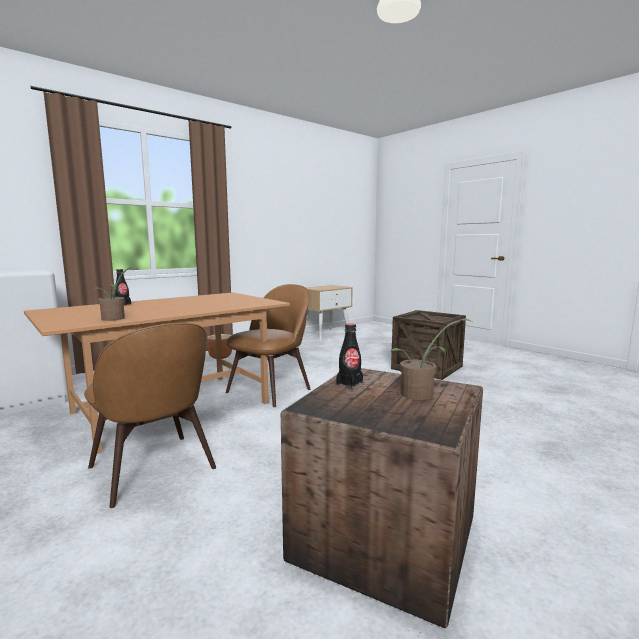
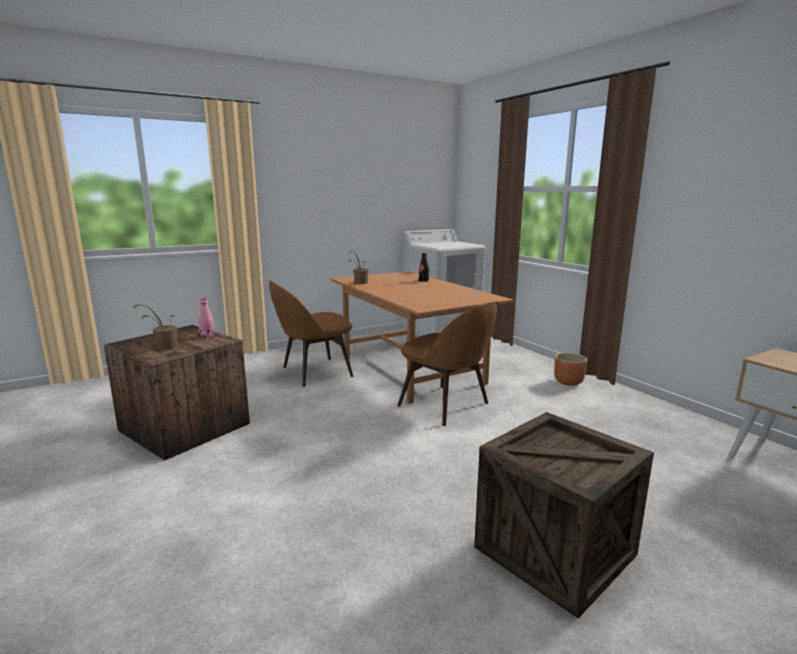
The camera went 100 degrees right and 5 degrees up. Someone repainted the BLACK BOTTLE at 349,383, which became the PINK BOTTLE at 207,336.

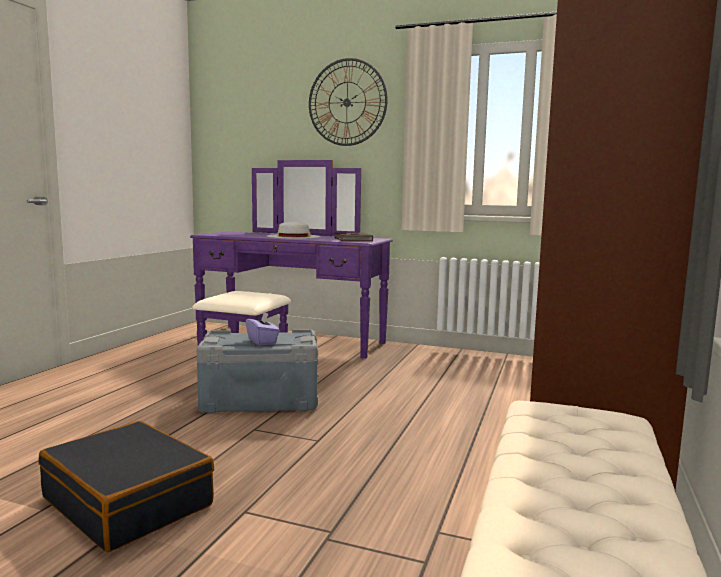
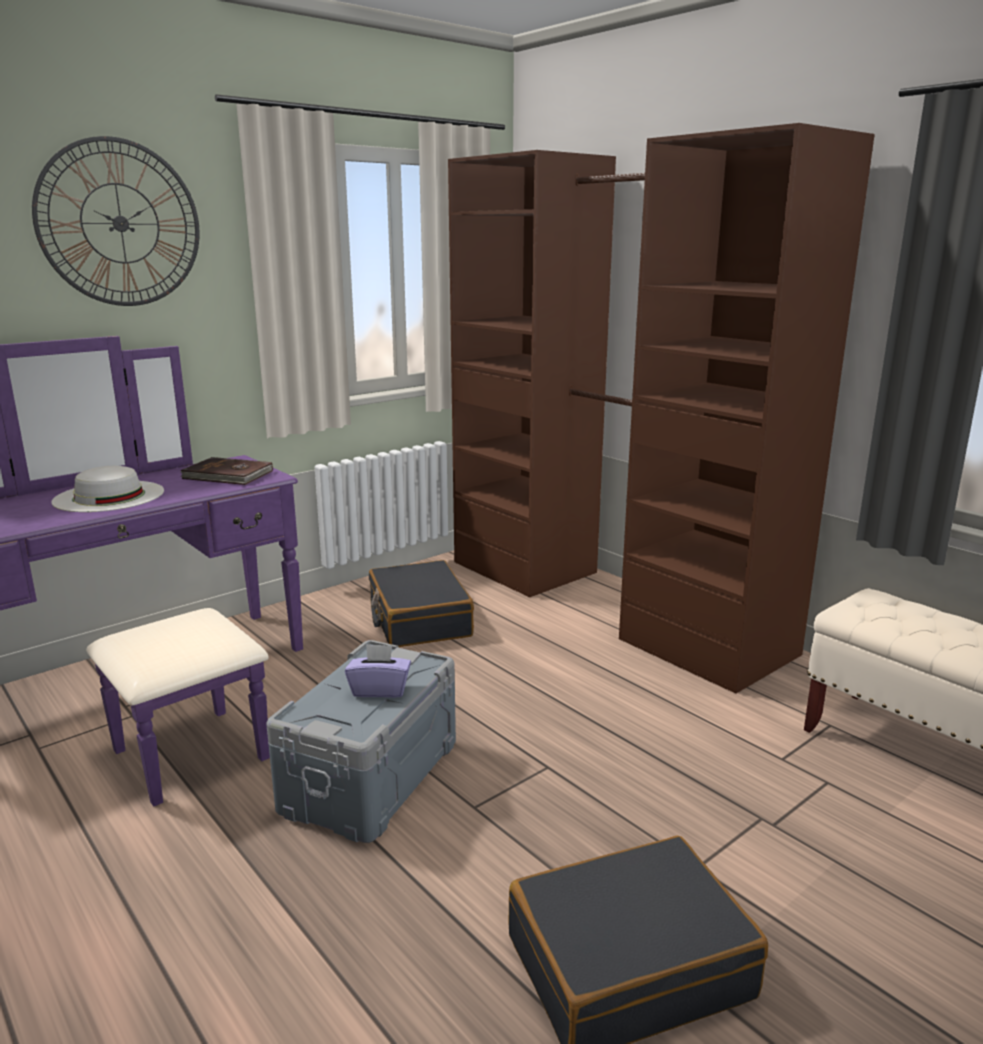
The camera went 60 degrees left and 10 degrees up. Someone put down the BLACK SUITCASE at 419,619.

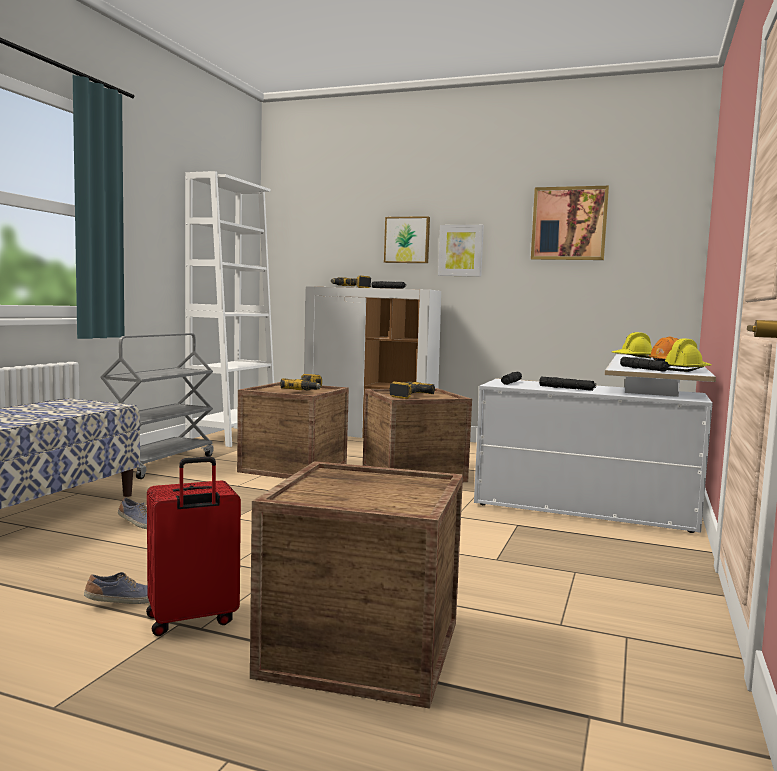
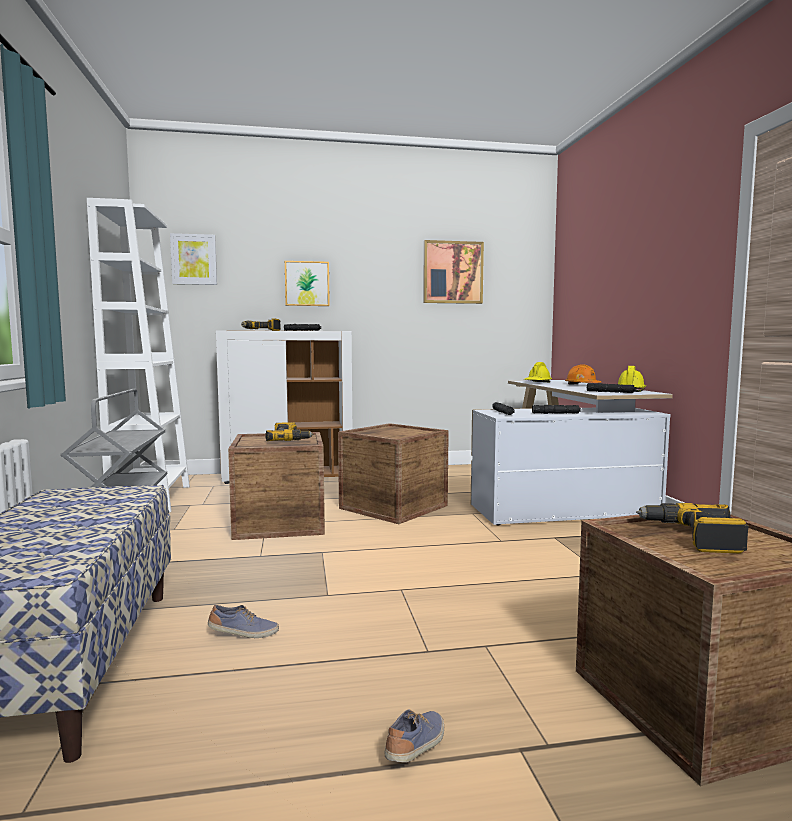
The camera went 30 degrees left and 0 degrees up. Someone took away the RED SUITCASE at 192,620. Someone carried the POWER DRILL from 407,395 to 693,537. Someone carried the PICTURE from 461,250 to 194,259.

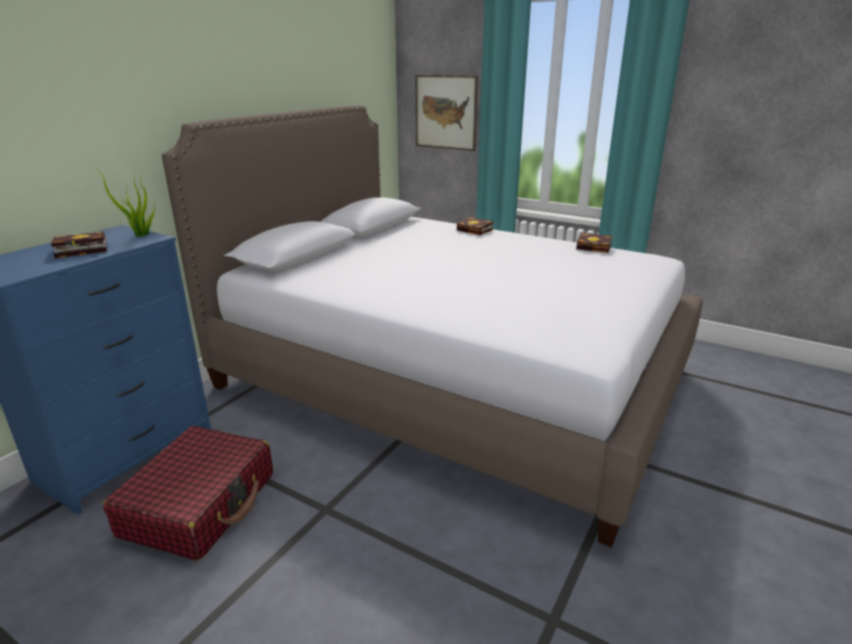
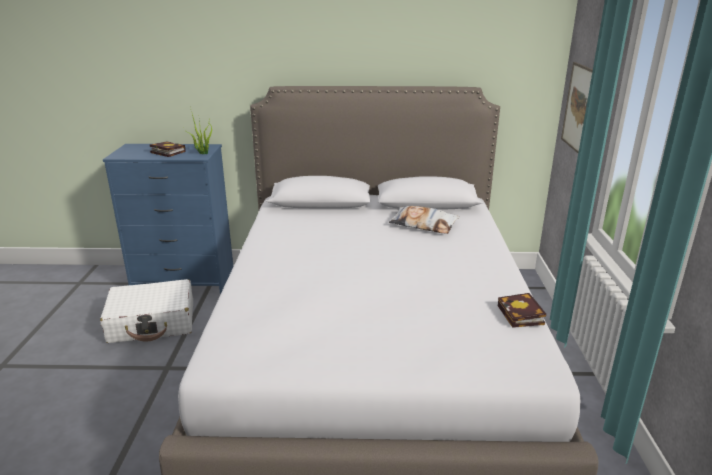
The camera went 60 degrees right and 0 degrees up. Someone took away the BOOK at 476,230. Someone put down the PILLOW at 423,224. Someone repainted the RED SUITCASE at 200,504, which became the WHITE SUITCASE at 152,322.

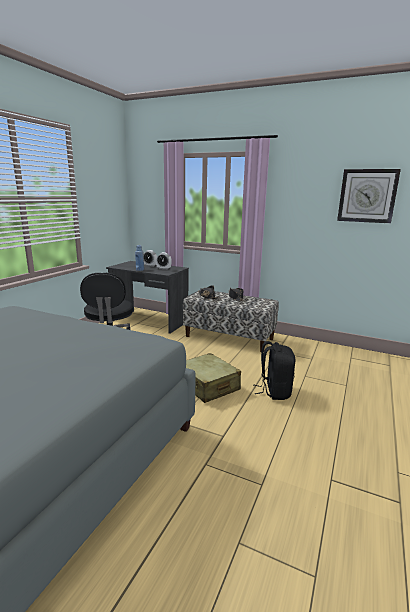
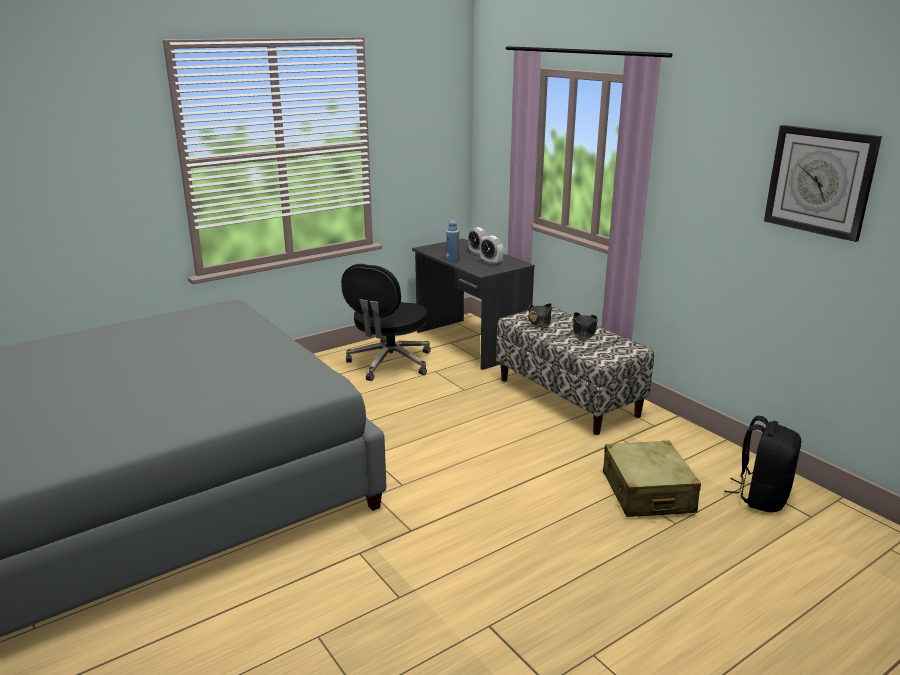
The camera went 30 degrees right and 5 degrees up. Someone carried the BEIGE SUITCASE from 207,386 to 647,492. Someone carried the BLACK BACKPACK from 274,391 to 761,497.

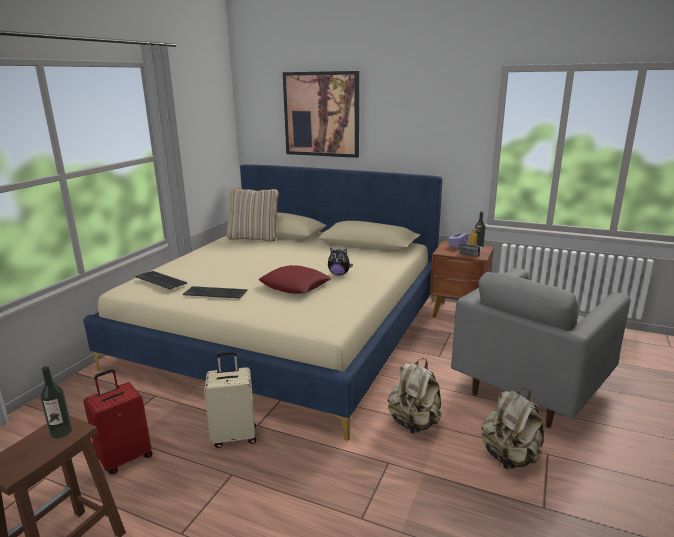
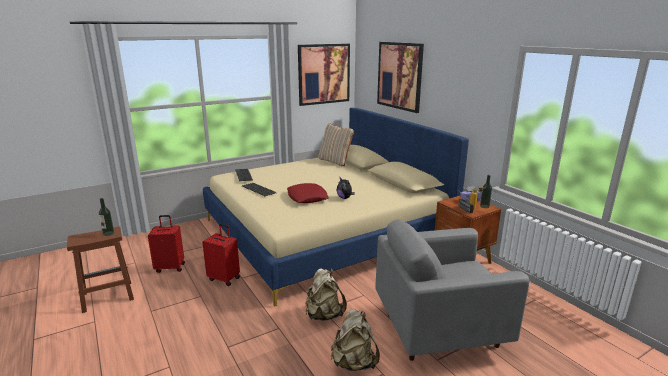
The camera went 35 degrees right and 0 degrees up. Someone put up the PICTURE at 324,74. Someone repainted the BEIGE SUITCASE at 234,436, which became the RED SUITCASE at 224,278.

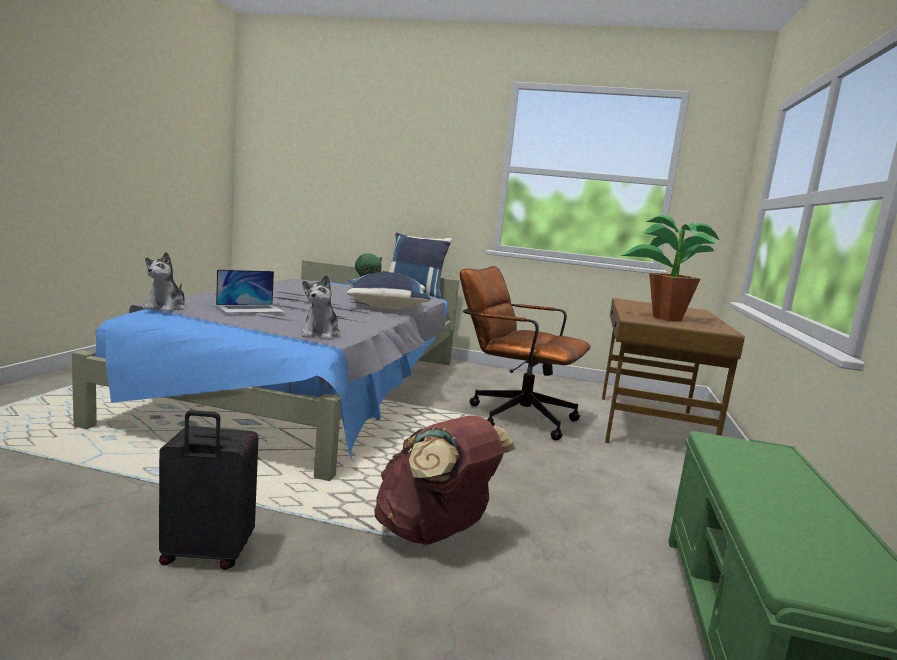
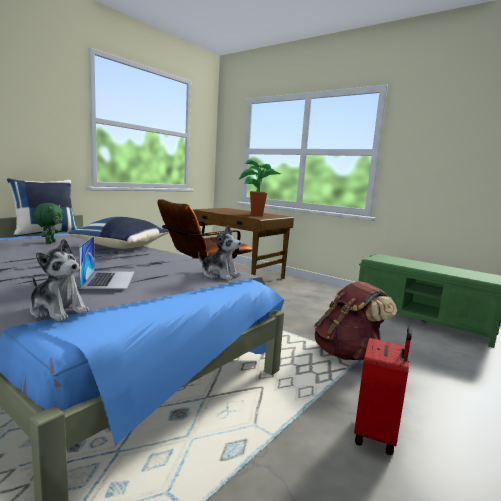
The camera went 65 degrees left and 0 degrees up. Someone repainted the BLACK SUITCASE at 206,555, which became the RED SUITCASE at 377,434.

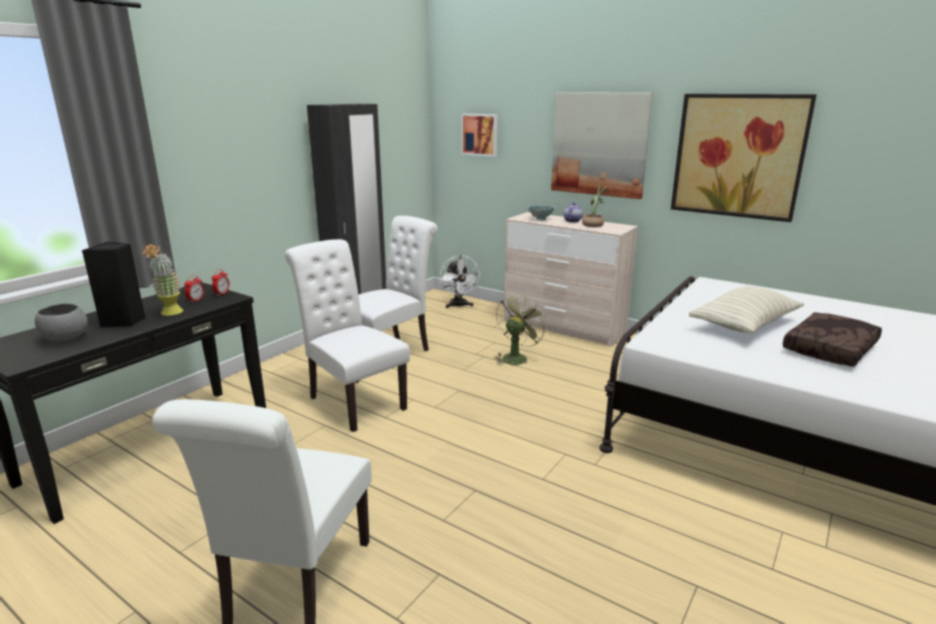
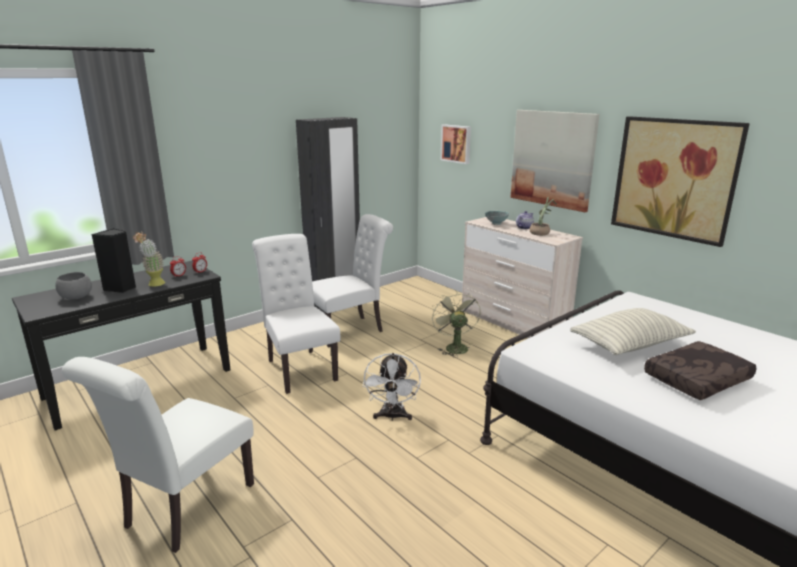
The camera went 15 degrees right and 0 degrees up. Someone carried the WHITE FAN from 459,306 to 392,416. Someone rotated the GREEN FAN at 516,357 by 60 degrees counterclockwise.

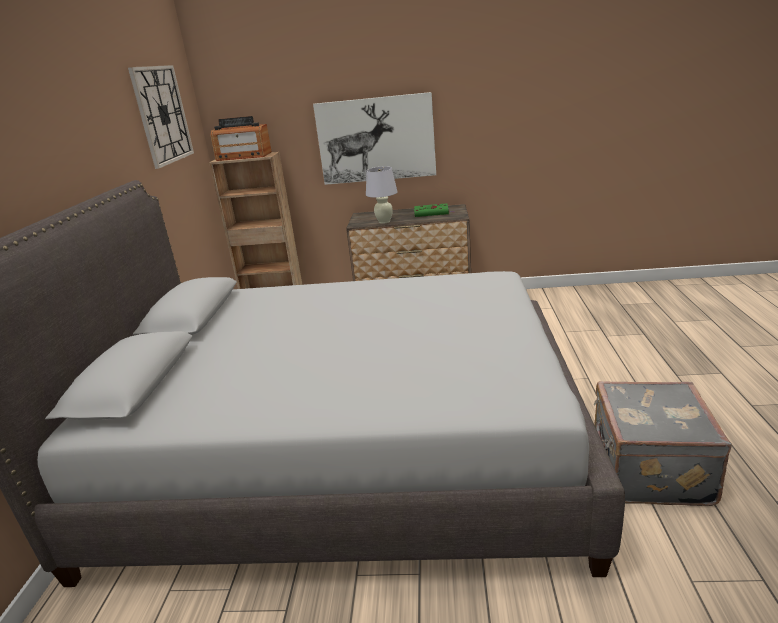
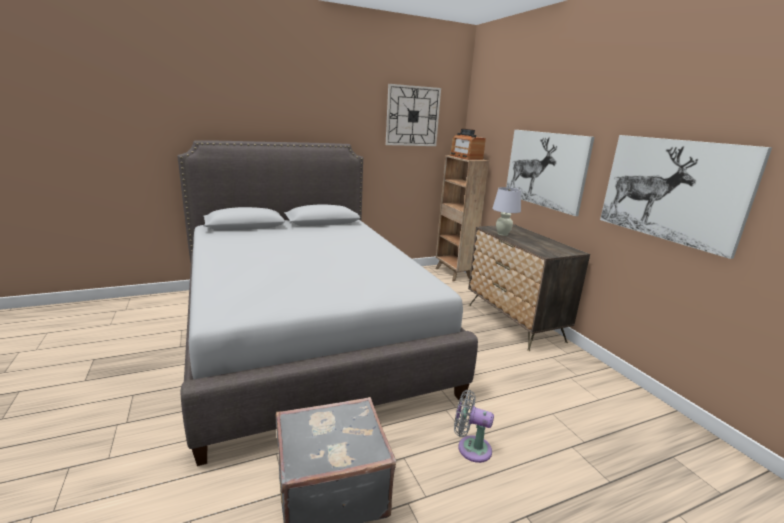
The camera went 60 degrees right and 5 degrees down. Someone took away the GREEN BOOK at 432,213. Someone put down the GREY FAN at 470,448. Someone put up the PICTURE at 672,190.

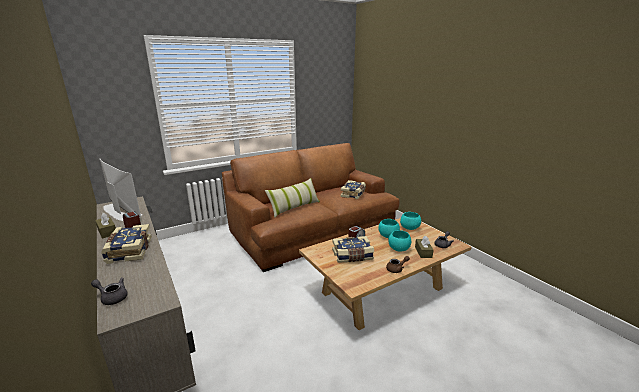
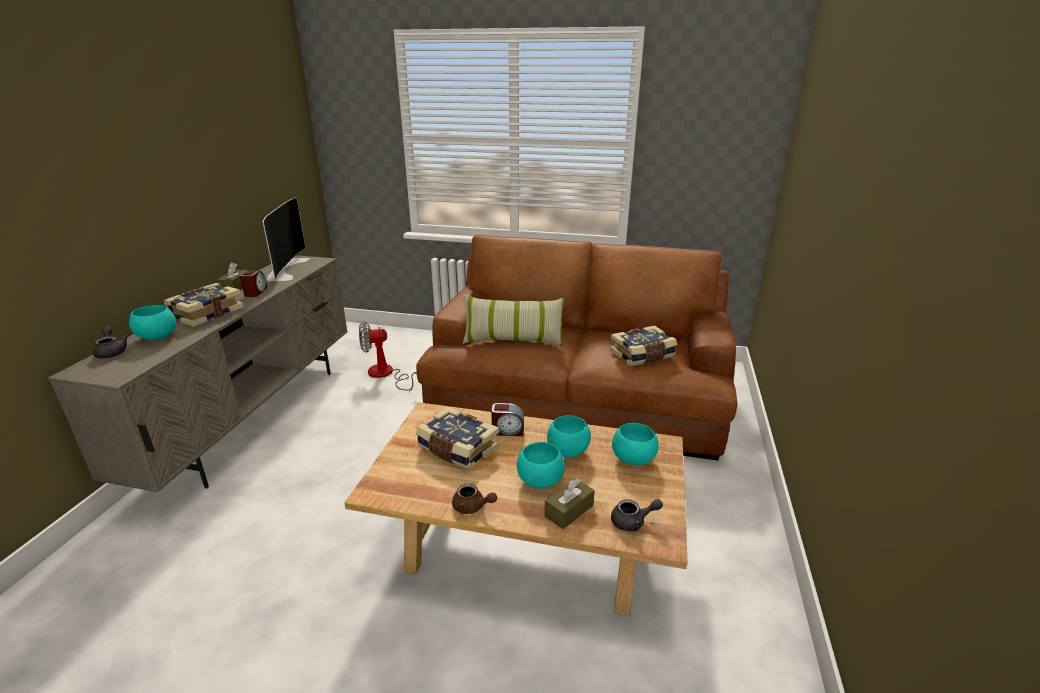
The camera went 45 degrees right and 5 degrees up. Someone put down the TURQUOISE BOWL at 157,338. Someone put down the FAN at 386,374.

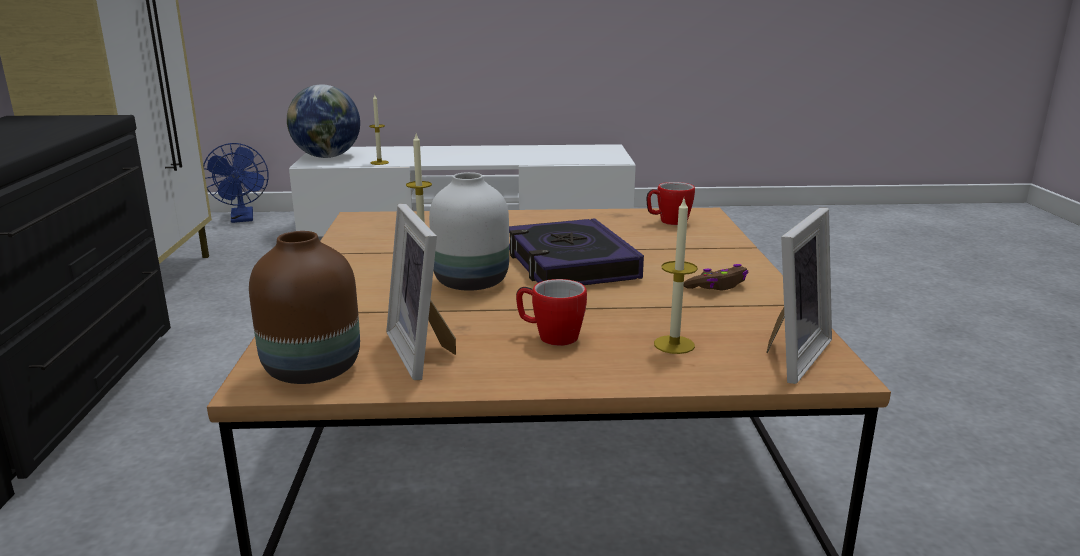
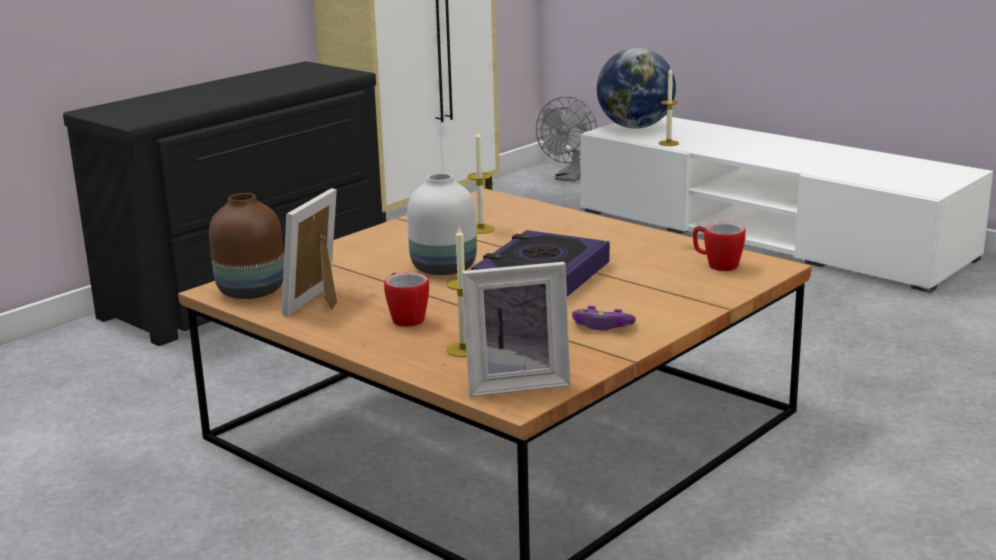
The camera went 45 degrees right and 0 degrees up. Someone repainted the BLUE FAN at 243,219, which became the GREY FAN at 570,178. Someone repainted the BROWN GAME CONTROLLER at 717,286, which became the PURPLE GAME CONTROLLER at 602,326.

